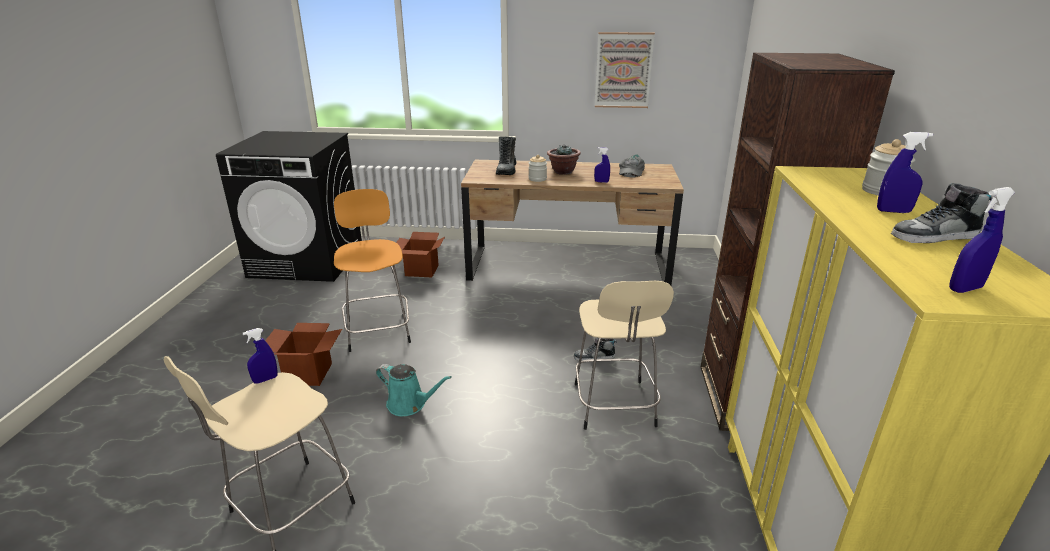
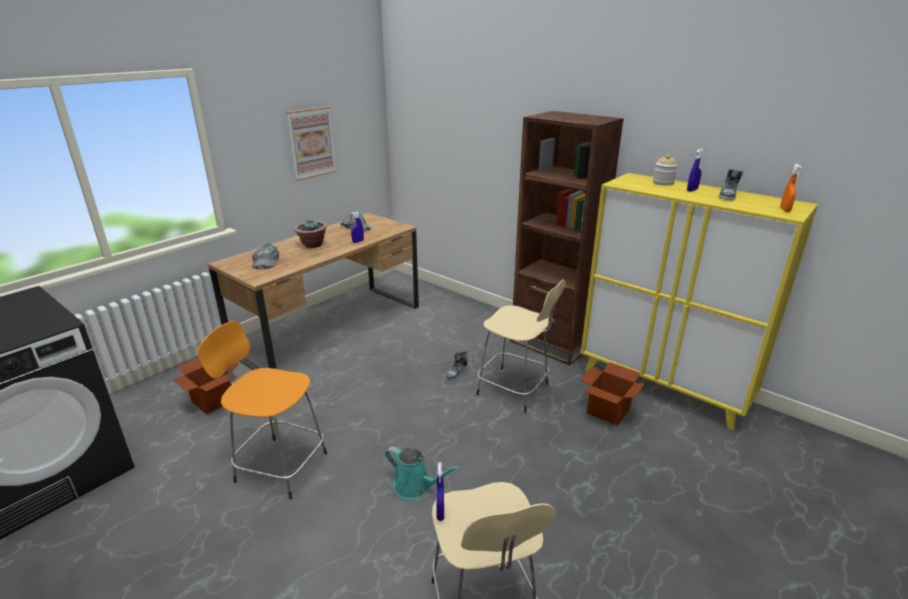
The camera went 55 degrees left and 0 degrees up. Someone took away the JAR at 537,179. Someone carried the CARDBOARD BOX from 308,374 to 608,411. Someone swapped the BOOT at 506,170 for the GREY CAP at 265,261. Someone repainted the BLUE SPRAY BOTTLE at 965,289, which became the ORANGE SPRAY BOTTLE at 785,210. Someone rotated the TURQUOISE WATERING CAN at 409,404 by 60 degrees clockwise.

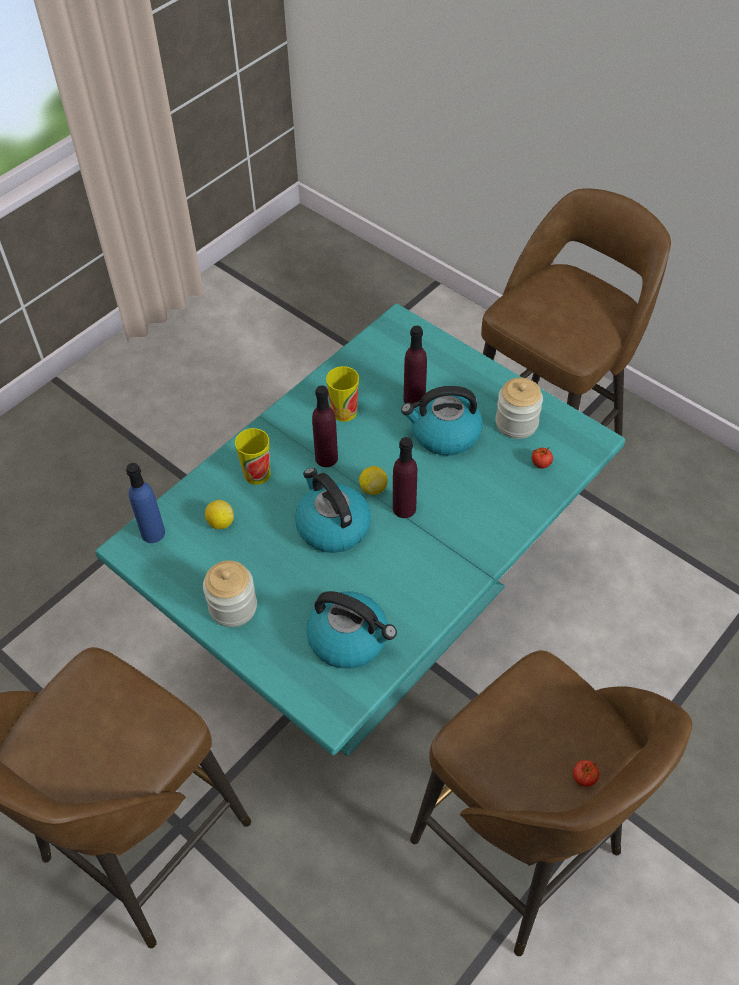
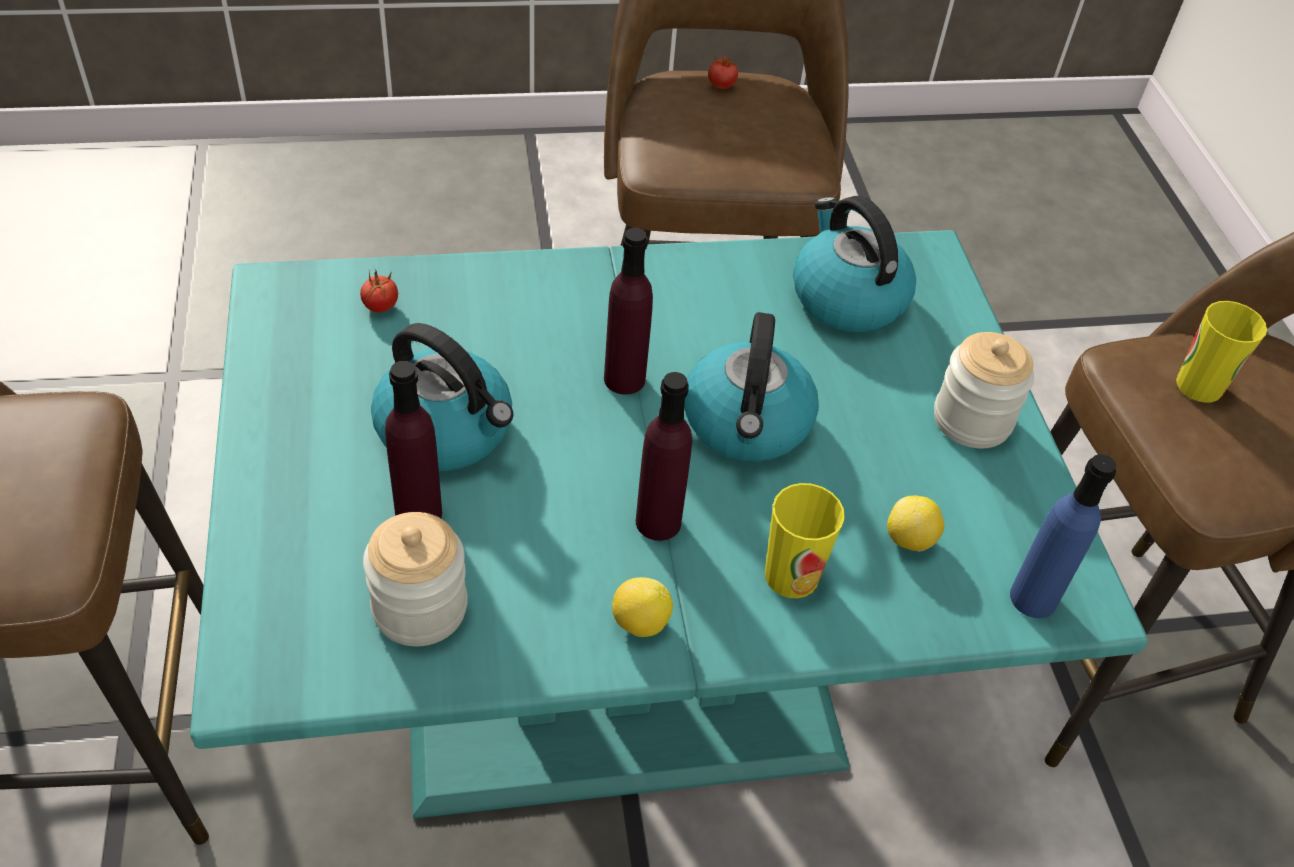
The camera went 145 degrees left and 5 degrees down. Someone carried the CUP from 344,412 to 1199,385. Someone carried the LEMON from 373,488 to 640,623. Someone carried the JAR from 516,423 to 420,608.

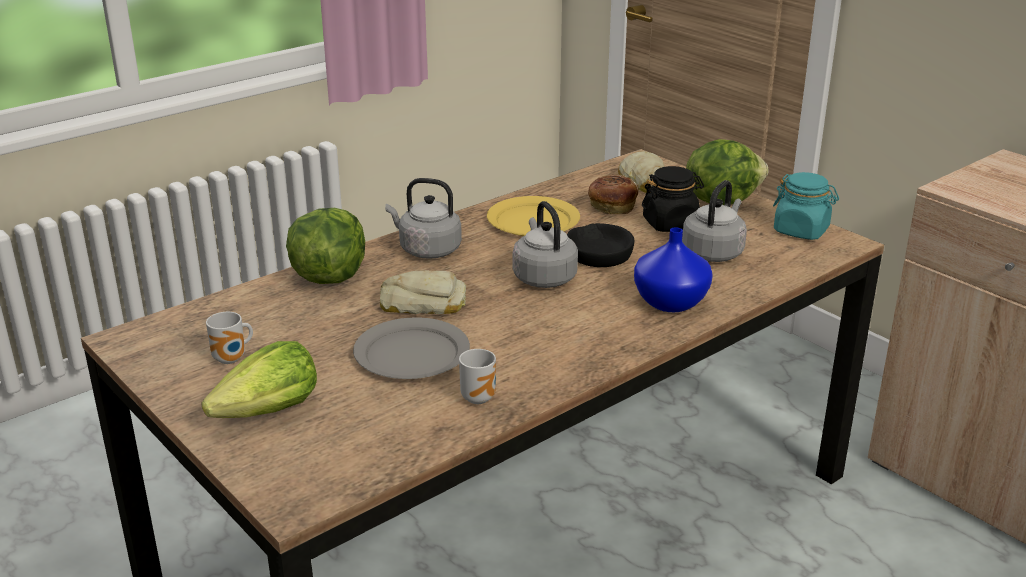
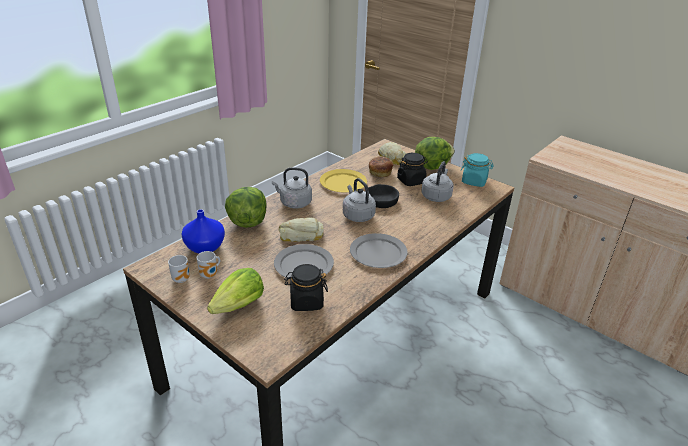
The camera went 10 degrees left and 5 degrees up. Someone put down the BLACK JAR at 306,301. Someone put down the GREY PLATE at 378,253. Someone carried the MUG from 480,397 to 182,279. Someone carried the BLUE VASE from 670,301 to 205,246.

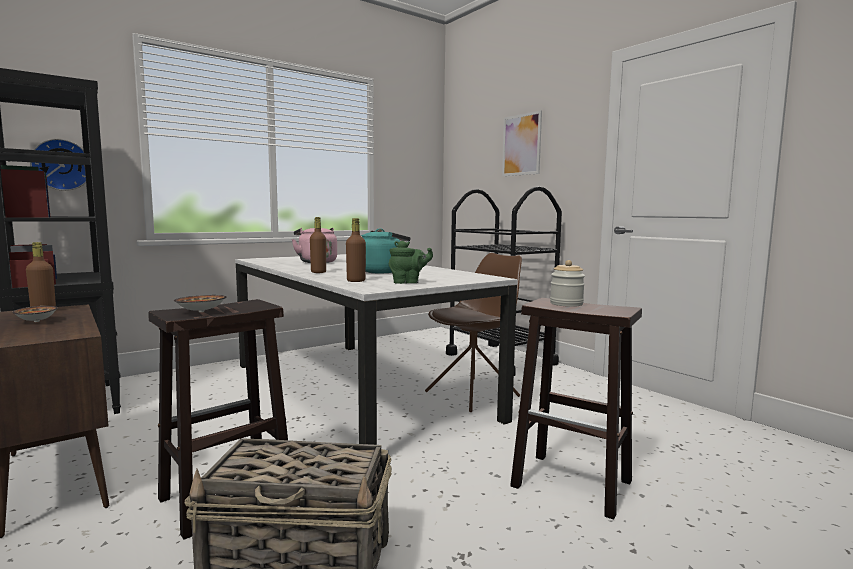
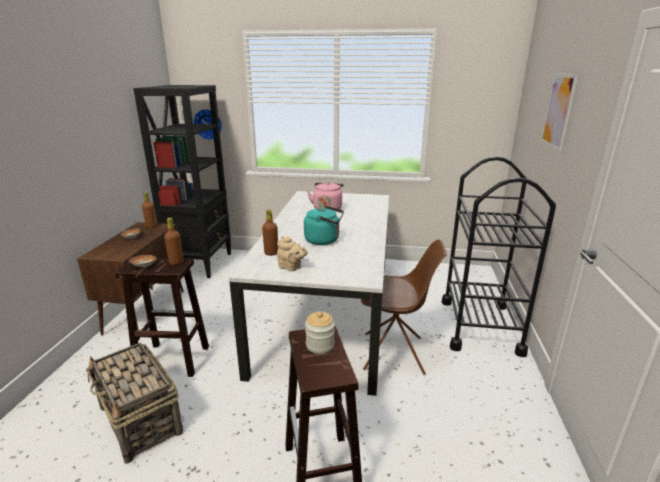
The camera went 45 degrees right and 15 degrees up. Someone carried the BROWN BOTTLE from 318,272 to 176,262. Someone repainted the GREEN TEAPOT at 408,283, which became the BEIGE TEAPOT at 291,267.

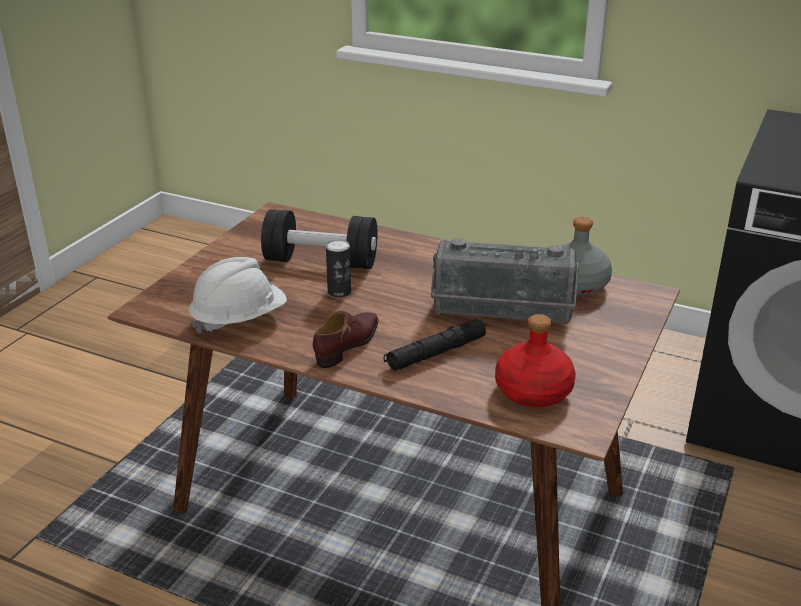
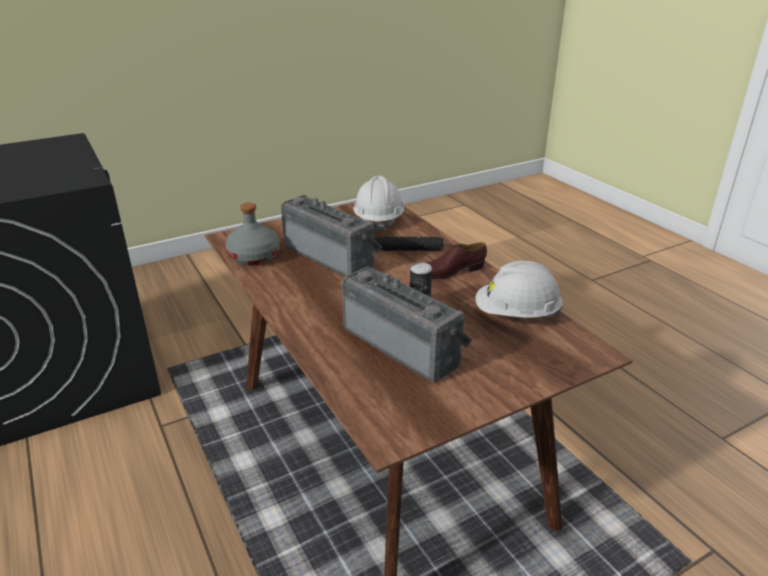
The camera went 145 degrees left and 0 degrees up. Someone swapped the BLACK DUMBBELL at 321,261 for the RADIO at 405,344. Someone swapped the RED BOTTLE at 533,390 for the WHITE HARD HAT at 378,220.

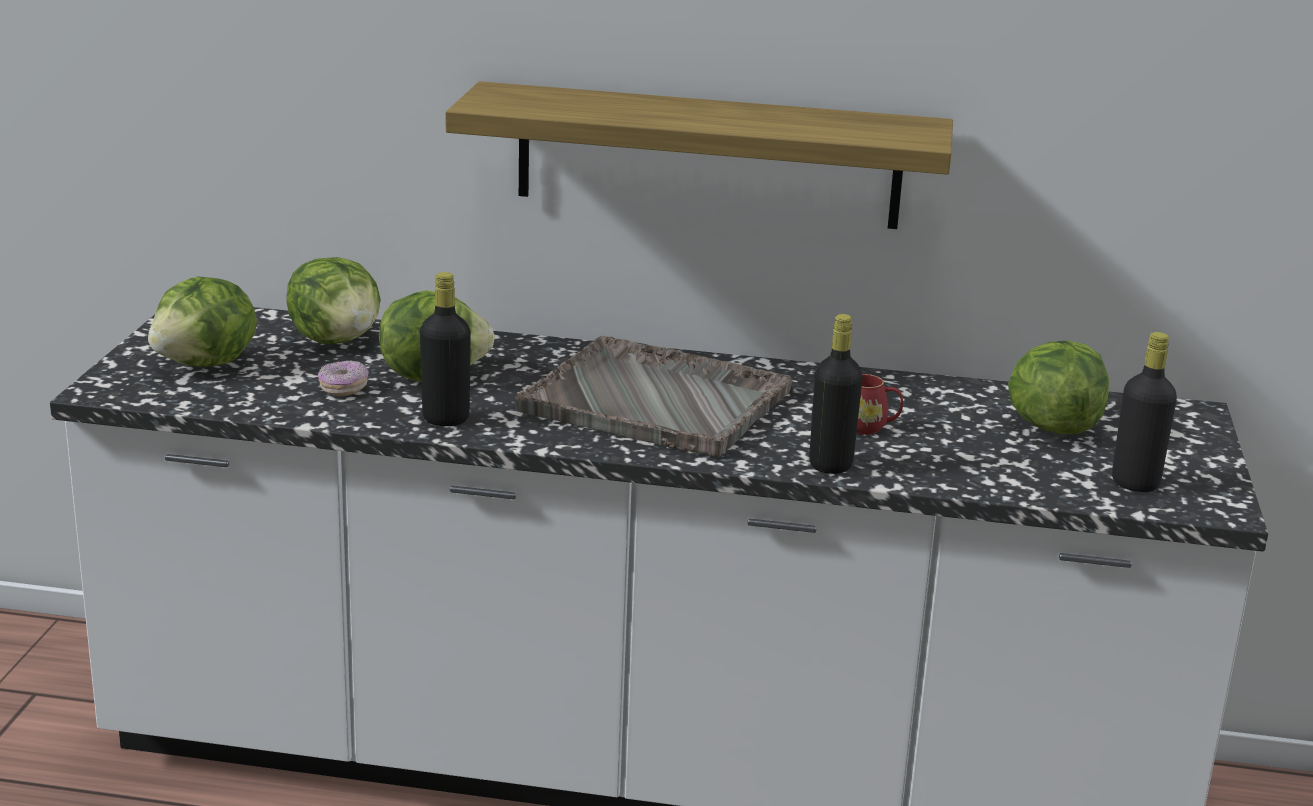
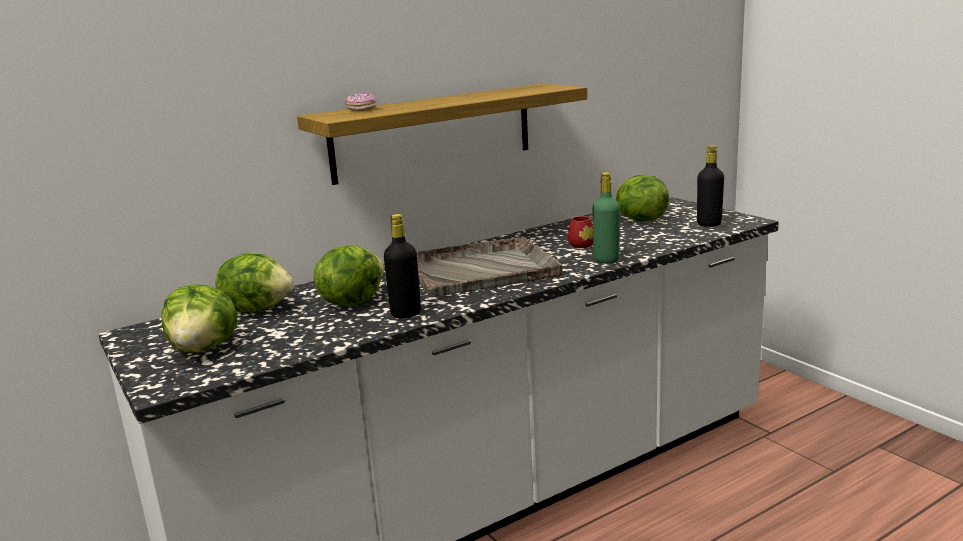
The camera went 40 degrees left and 5 degrees down. Someone carried the DONUT from 343,389 to 361,109. Someone repainted the BLACK BOTTLE at 830,465, which became the GREEN BOTTLE at 606,260.

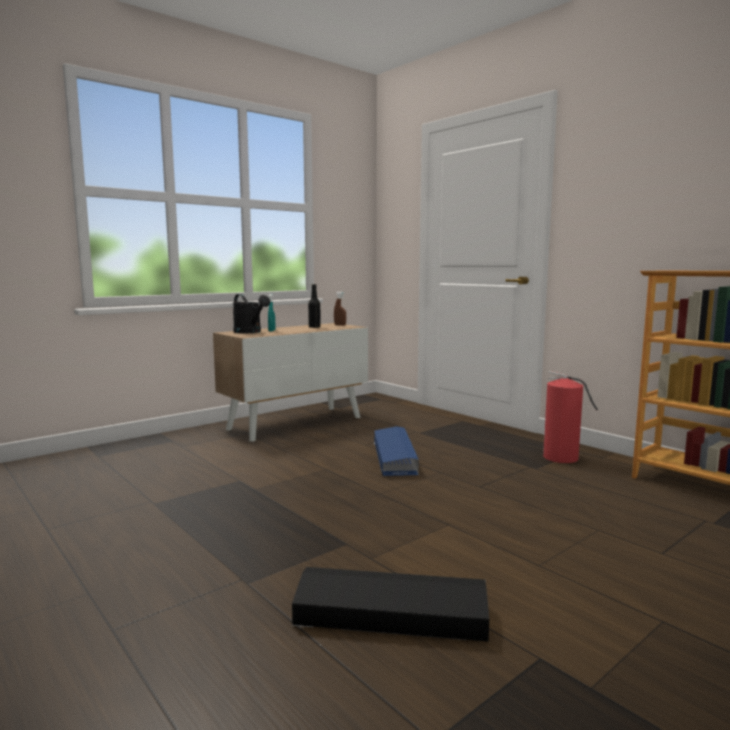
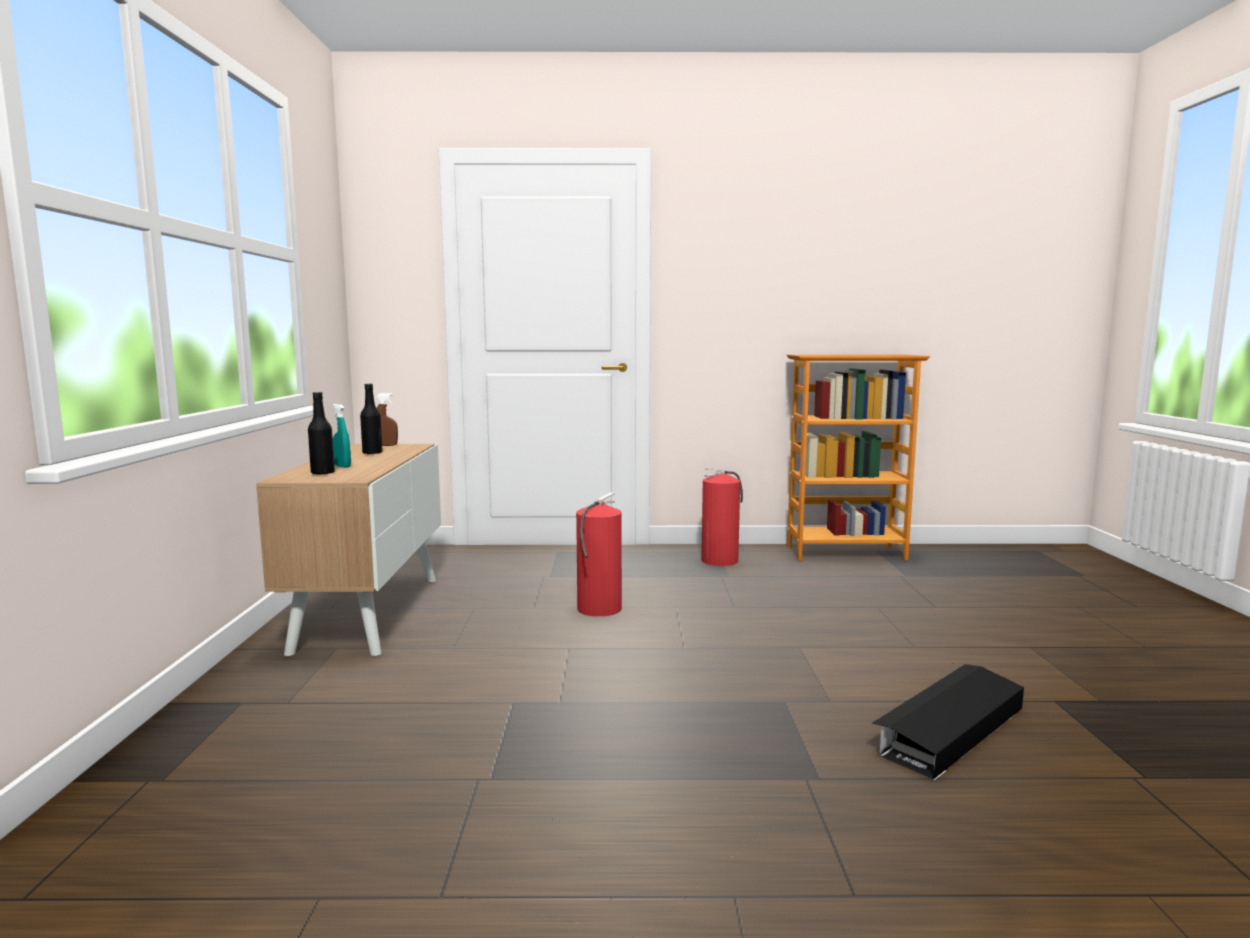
The camera went 50 degrees left and 0 degrees up. Someone swapped the BLACK WATERING CAN at 250,332 for the BLACK BOTTLE at 322,473. Someone swapped the BLUE STORAGE BOX at 394,457 for the FIRE EXTINGUISHER at 597,609.

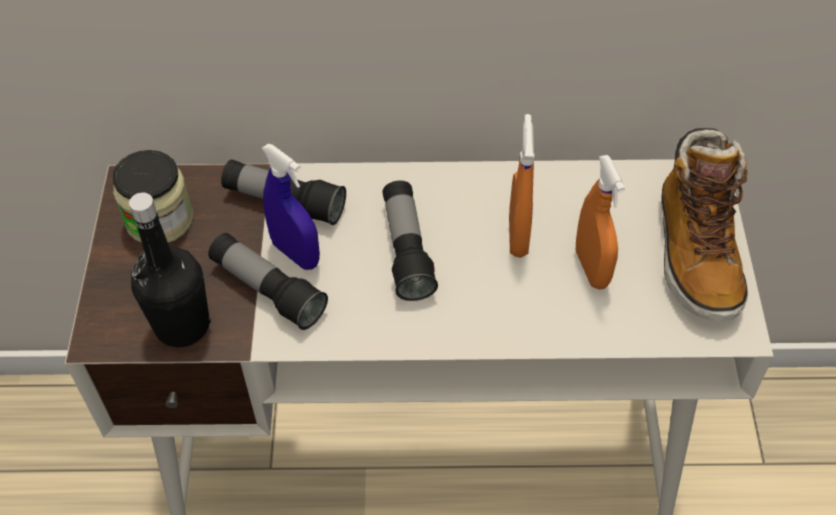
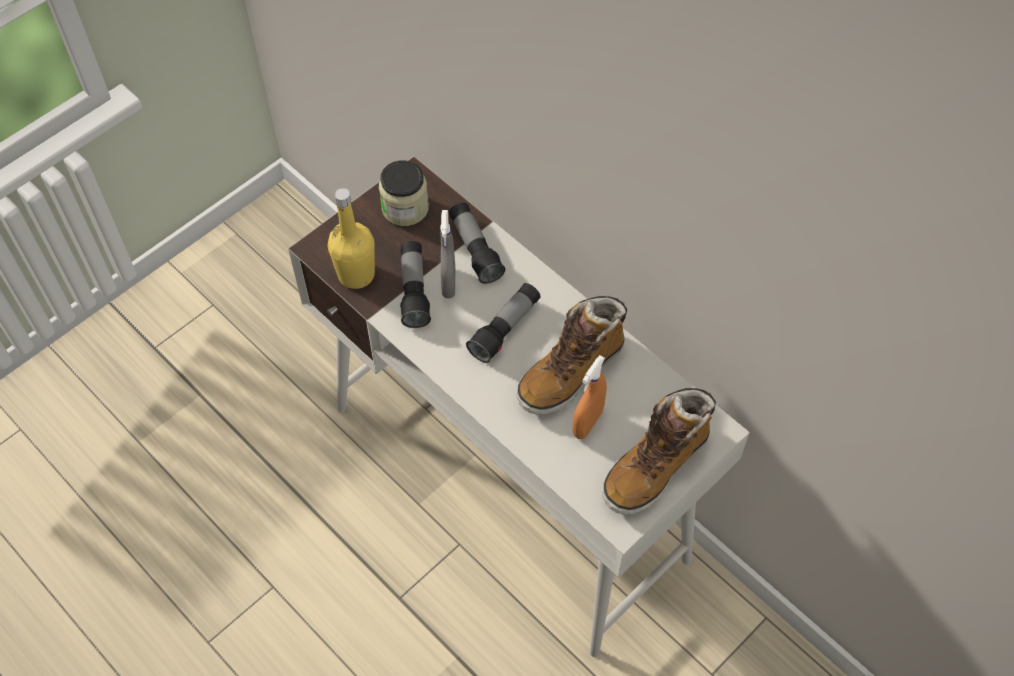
The camera went 45 degrees right and 5 degrees up. Someone swapped the ORANGE SPRAY BOTTLE at 518,236 for the BOOT at 571,372. Someone repainted the BLACK BOTTLE at 182,325, which became the YELLOW BOTTLE at 356,274. Someone repainted the BLUE SPRAY BOTTLE at 296,254, which became the GREY SPRAY BOTTLE at 448,283.

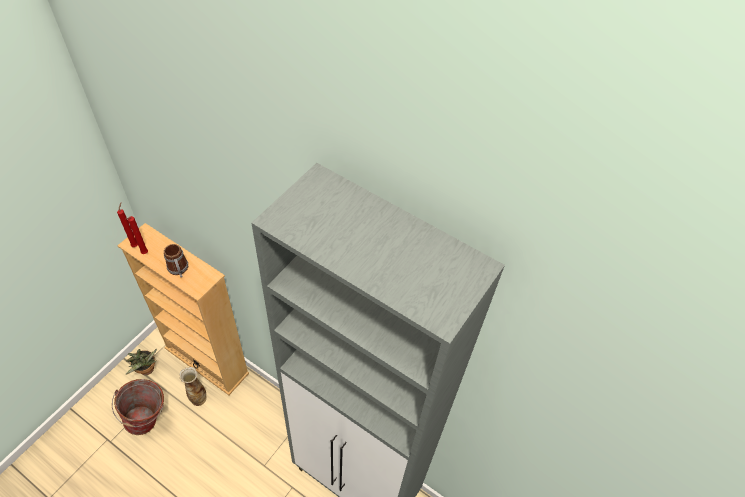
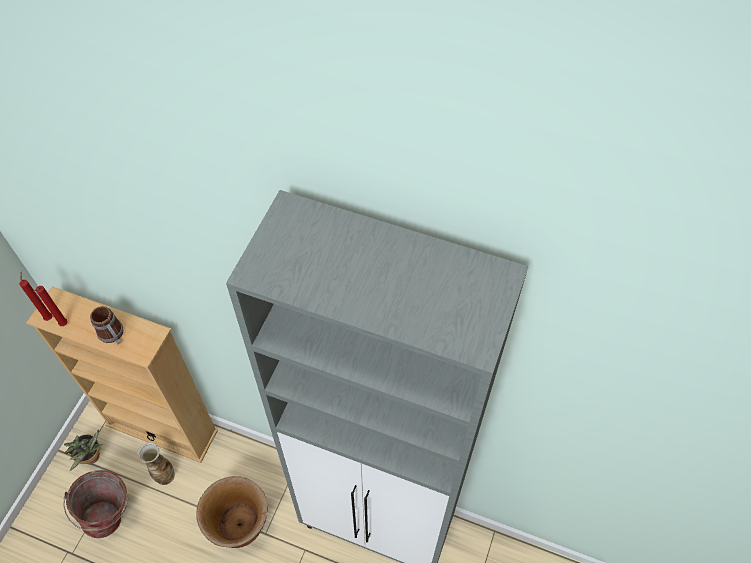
The camera went 10 degrees left and 5 degrees up. Someone put down the BROWN PLANTER at 240,525.

